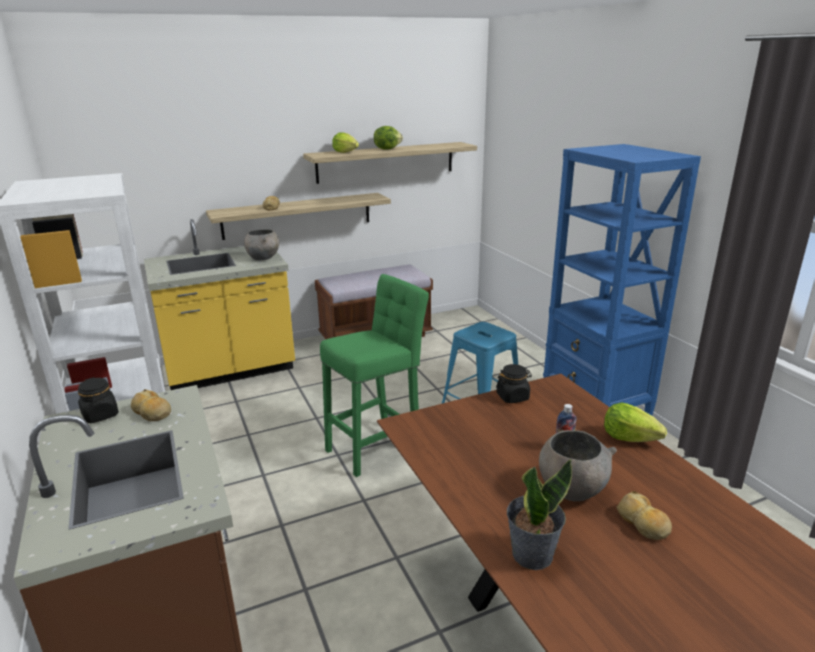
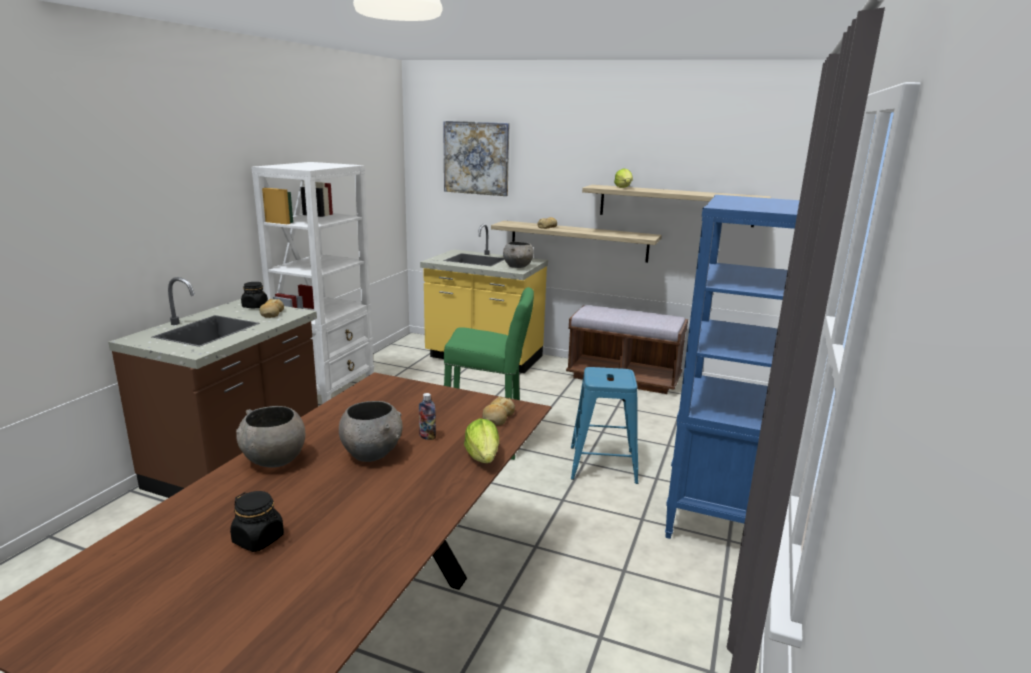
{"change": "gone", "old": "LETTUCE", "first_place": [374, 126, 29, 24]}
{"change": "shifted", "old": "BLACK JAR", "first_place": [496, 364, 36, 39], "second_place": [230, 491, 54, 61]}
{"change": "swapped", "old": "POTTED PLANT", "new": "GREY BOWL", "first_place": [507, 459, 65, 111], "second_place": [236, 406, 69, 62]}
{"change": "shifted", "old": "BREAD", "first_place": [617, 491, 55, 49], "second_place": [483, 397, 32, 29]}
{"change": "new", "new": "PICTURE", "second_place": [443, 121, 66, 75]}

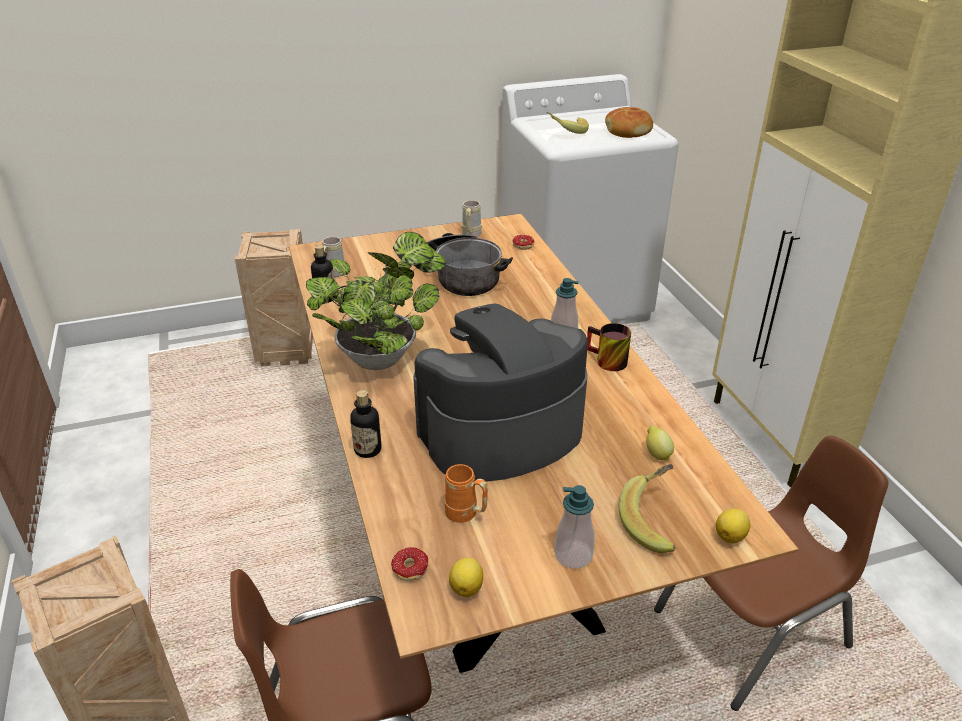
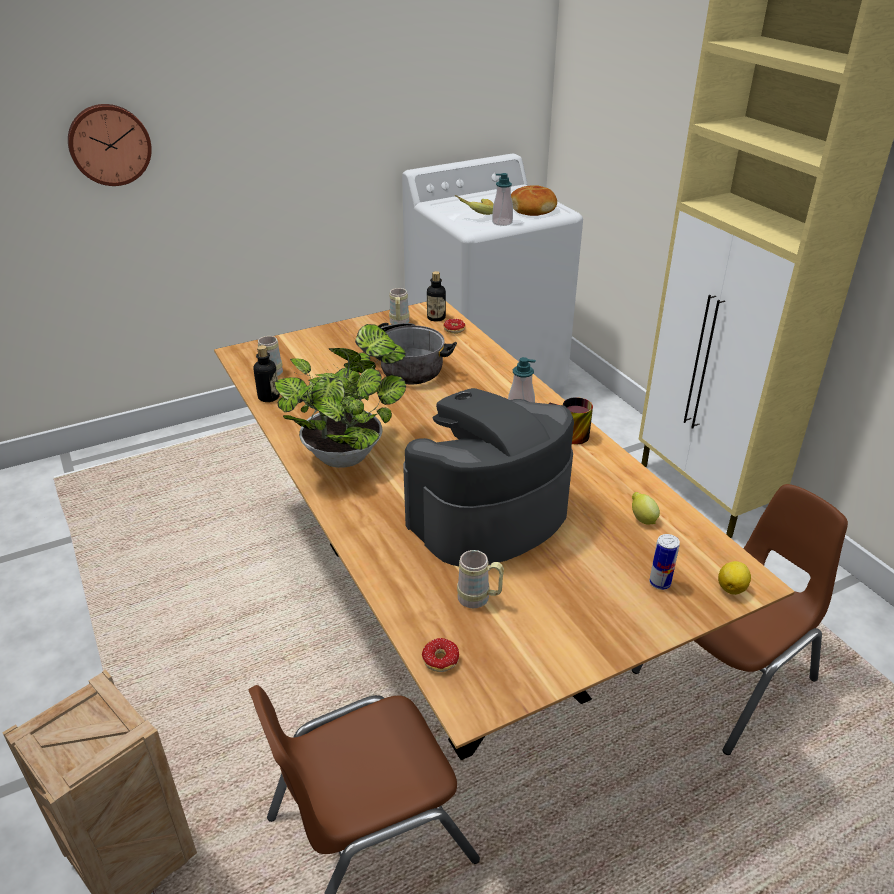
{"change": "gone", "old": "CRATE", "first_place": [235, 229, 78, 138]}
{"change": "shifted", "old": "BOTTLE", "first_place": [350, 390, 31, 68], "second_place": [427, 271, 19, 51]}
{"change": "repainted", "old": "ORANGE MUG", "new": "BEIGE MUG", "first_place": [444, 464, 44, 59], "second_place": [457, 550, 47, 58]}
{"change": "swapped", "old": "BANANA", "new": "CAN", "first_place": [619, 464, 57, 89], "second_place": [649, 534, 31, 56]}
{"change": "shifted", "old": "SOAP DISPENSER", "first_place": [554, 485, 41, 84], "second_place": [492, 173, 21, 53]}
{"change": "gone", "old": "LEMON", "first_place": [449, 558, 34, 39]}
{"change": "new", "new": "WALL CLOCK", "second_place": [68, 104, 84, 82]}

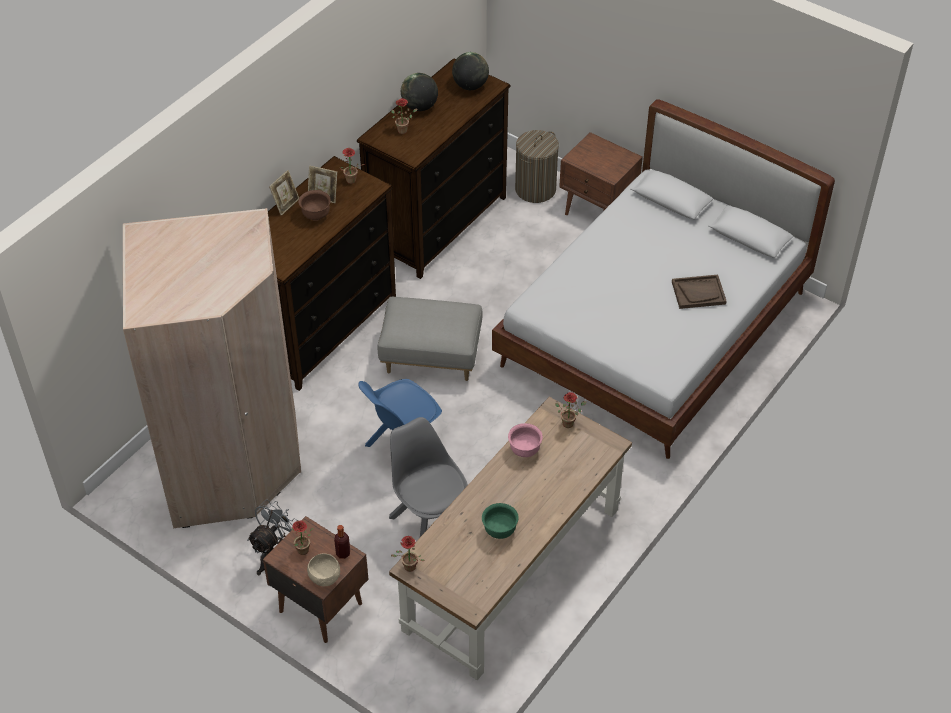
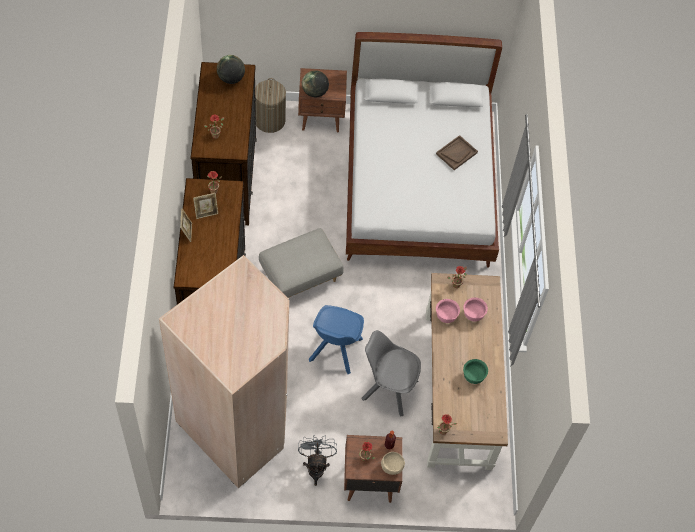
{"change": "shifted", "old": "GLOBE", "first_place": [401, 73, 37, 38], "second_place": [302, 70, 27, 27]}
{"change": "gone", "old": "BROWN BOWL", "first_place": [298, 190, 33, 31]}
{"change": "new", "new": "PINK BOWL", "second_place": [463, 297, 25, 24]}

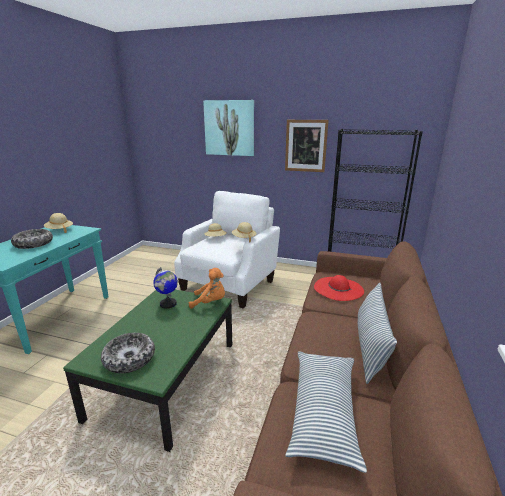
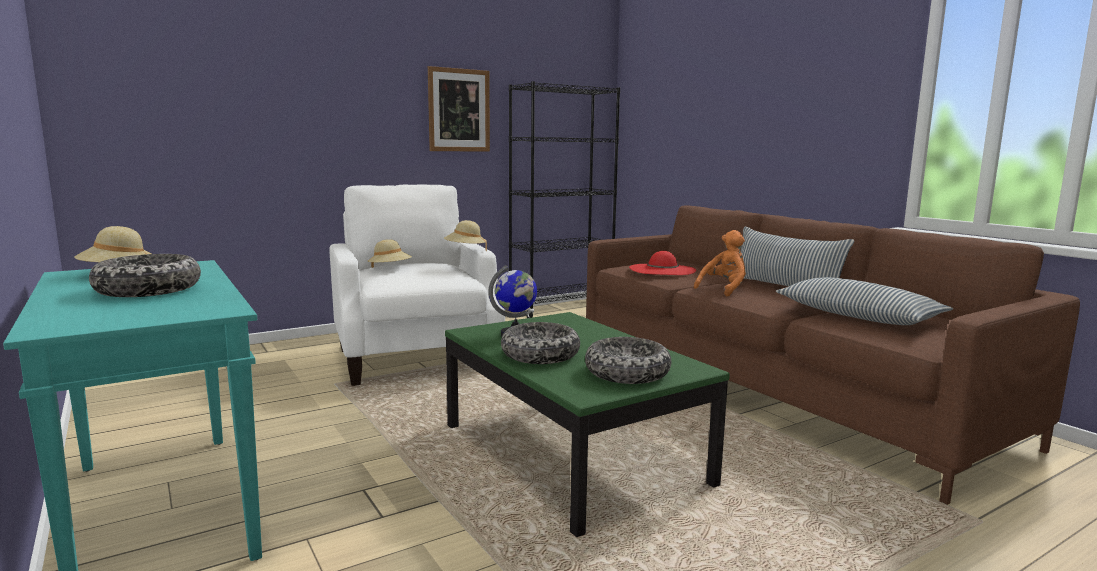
{"change": "gone", "old": "PICTURE", "first_place": [203, 100, 51, 56]}
{"change": "shifted", "old": "ORANGE PLUSH TOY", "first_place": [189, 268, 36, 41], "second_place": [694, 230, 52, 66]}
{"change": "new", "new": "BOWL", "second_place": [501, 322, 79, 42]}

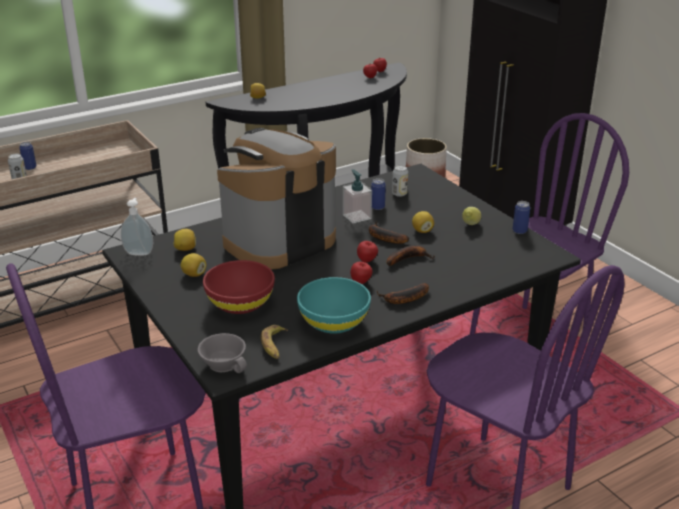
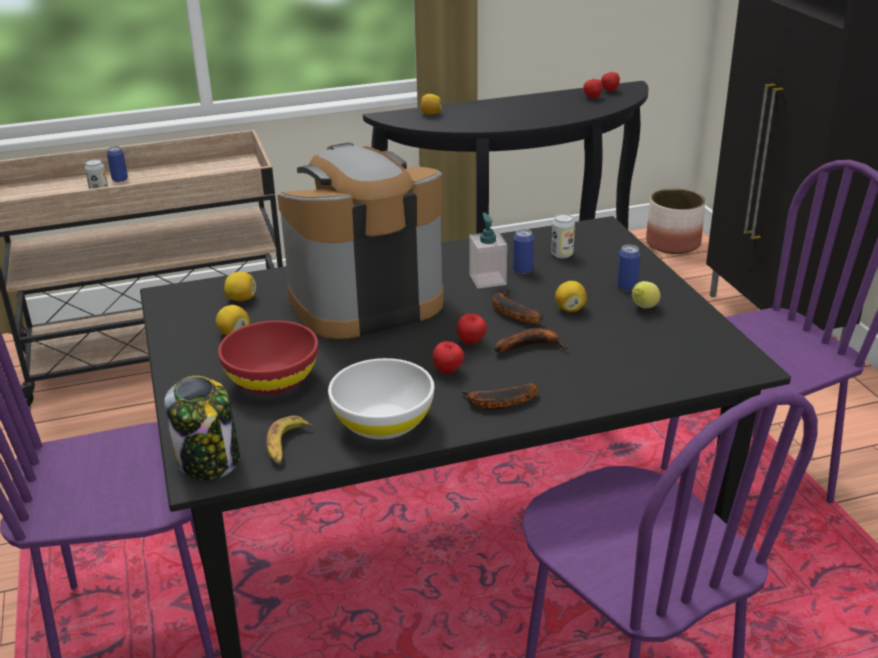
{"change": "gone", "old": "SOAP DISPENSER", "first_place": [121, 198, 32, 58]}
{"change": "shifted", "old": "CAN", "first_place": [513, 201, 17, 33], "second_place": [617, 245, 23, 46]}
{"change": "repainted", "old": "TURQUOISE BOWL", "new": "WHITE BOWL", "first_place": [297, 277, 74, 57], "second_place": [328, 358, 106, 81]}
{"change": "swapped", "old": "GREY CUP", "new": "JAR", "first_place": [198, 333, 49, 40], "second_place": [164, 376, 76, 104]}

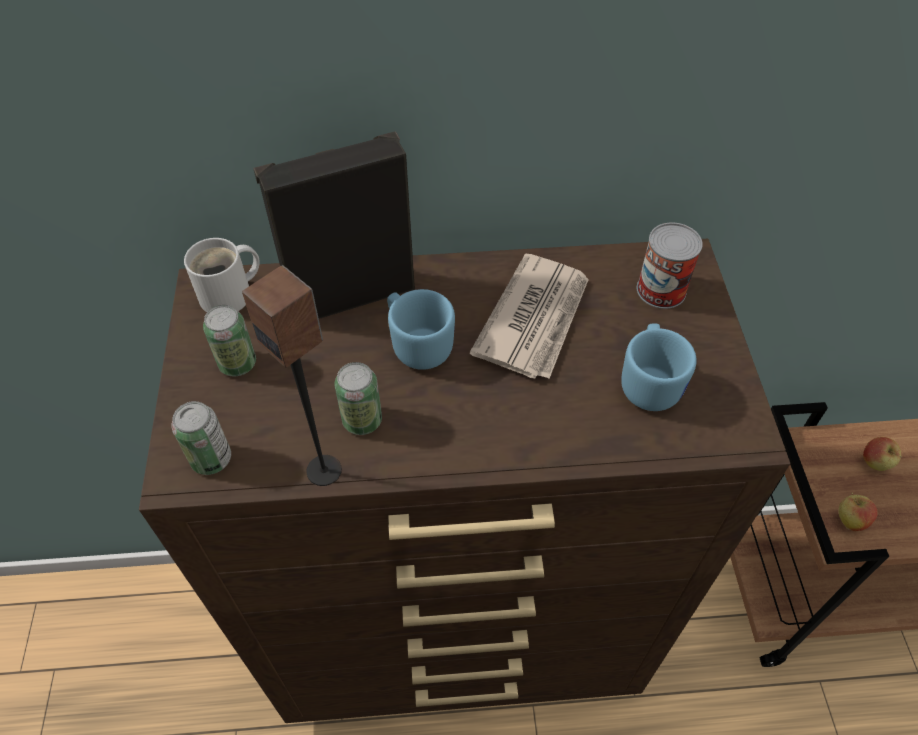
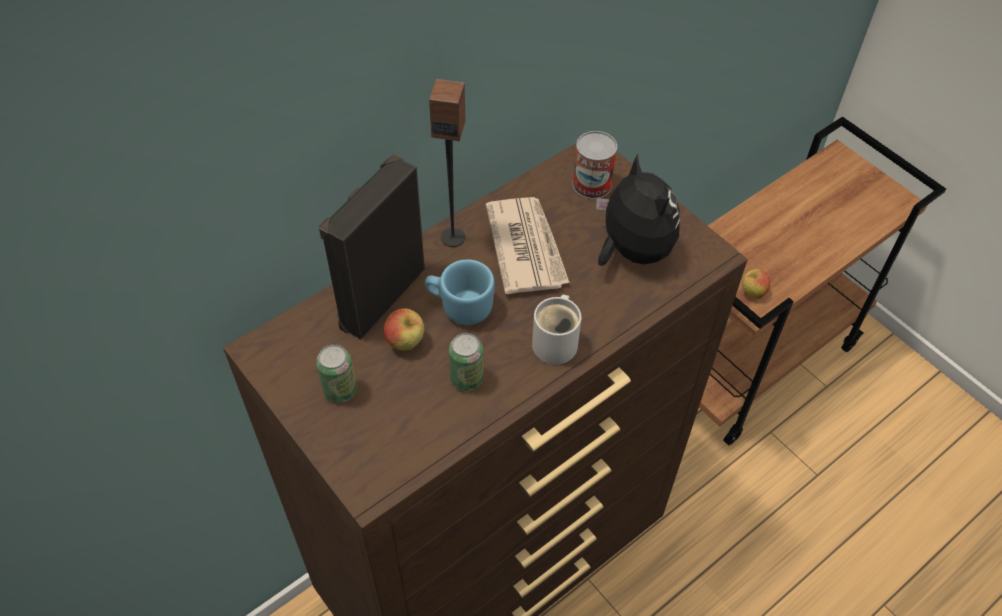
{"change": "shifted", "old": "WHITE MUG", "first_place": [184, 238, 76, 74], "second_place": [532, 295, 49, 70]}
{"change": "shifted", "old": "SPEAKER", "first_place": [242, 265, 100, 221], "second_place": [429, 79, 36, 168]}
{"change": "swapped", "old": "BLUE MUG", "new": "PLUSH TOY", "first_place": [621, 323, 76, 88], "second_place": [596, 154, 84, 112]}
{"change": "gone", "old": "CAN", "first_place": [172, 401, 59, 74]}
{"change": "shifted", "old": "APPLE", "first_place": [863, 437, 39, 34], "second_place": [384, 308, 40, 43]}

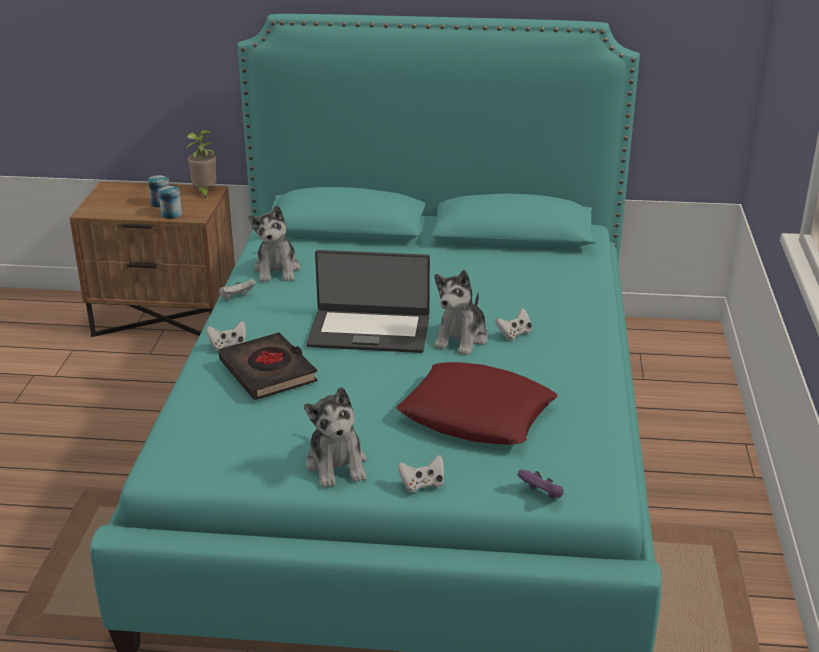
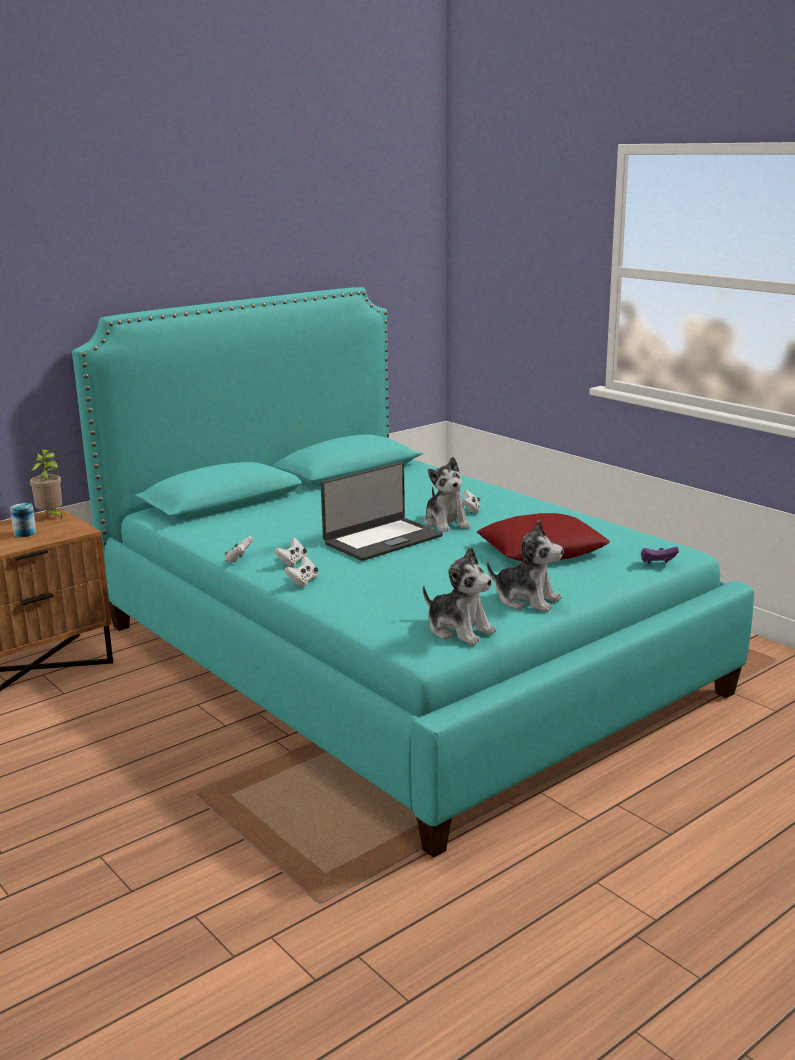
{"change": "gone", "old": "CAN", "first_place": [158, 185, 24, 34]}
{"change": "shifted", "old": "PLUSH TOY", "first_place": [249, 205, 52, 77], "second_place": [423, 547, 73, 98]}
{"change": "gone", "old": "BLACK BOOK", "first_place": [219, 332, 99, 68]}
{"change": "shifted", "old": "WHITE GAME CONTROLLER", "first_place": [398, 455, 46, 38], "second_place": [274, 538, 33, 29]}

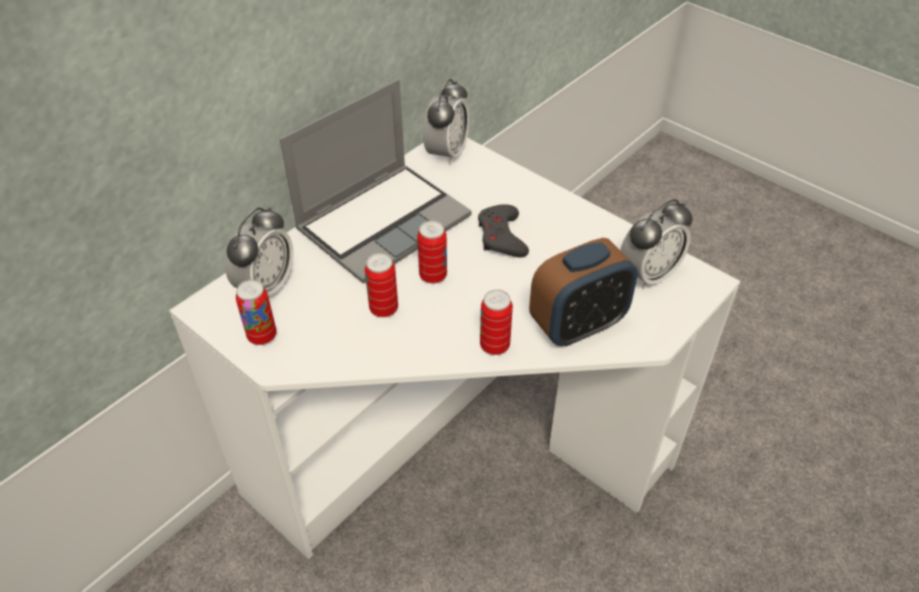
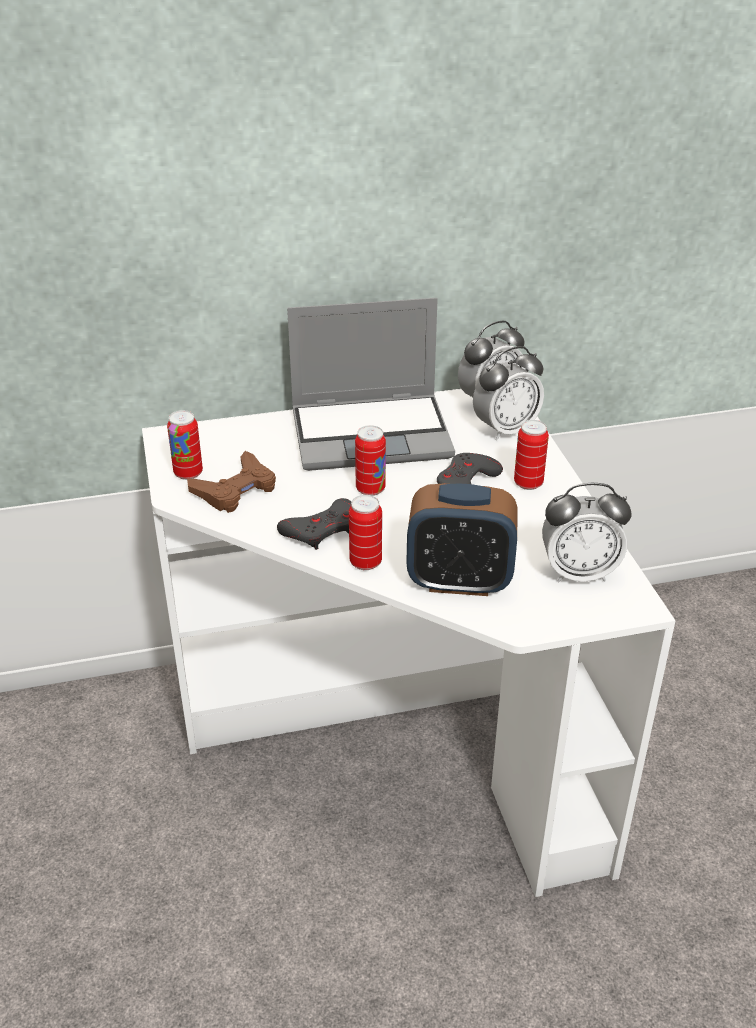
{"change": "shifted", "old": "ALARM CLOCK", "first_place": [225, 207, 68, 89], "second_place": [473, 346, 71, 94]}
{"change": "shifted", "old": "CAN", "first_place": [365, 253, 33, 64], "second_place": [514, 420, 35, 70]}
{"change": "new", "new": "BROWN GAME CONTROLLER", "second_place": [187, 451, 89, 62]}
{"change": "new", "new": "GREY GAME CONTROLLER", "second_place": [277, 498, 74, 52]}

